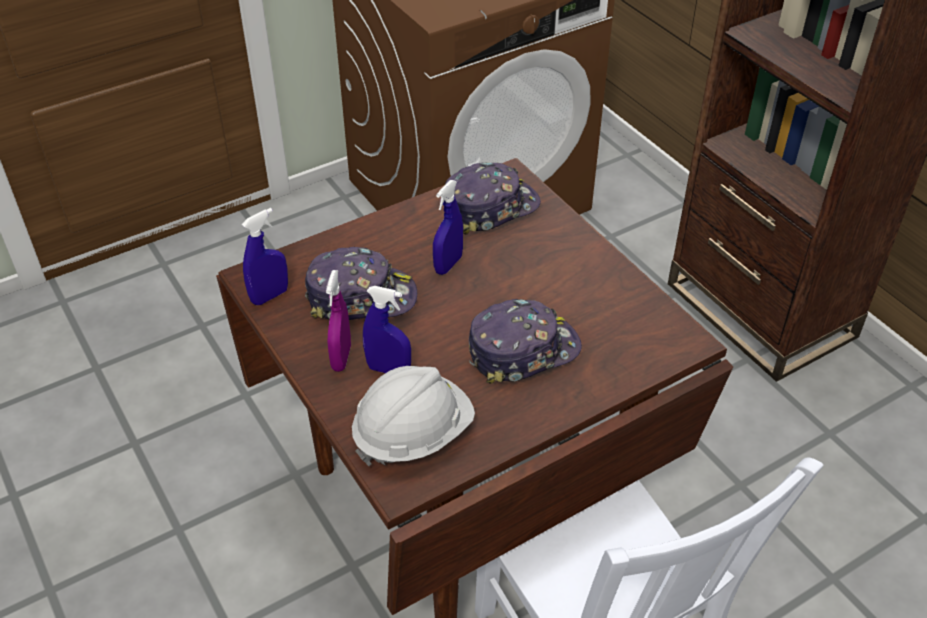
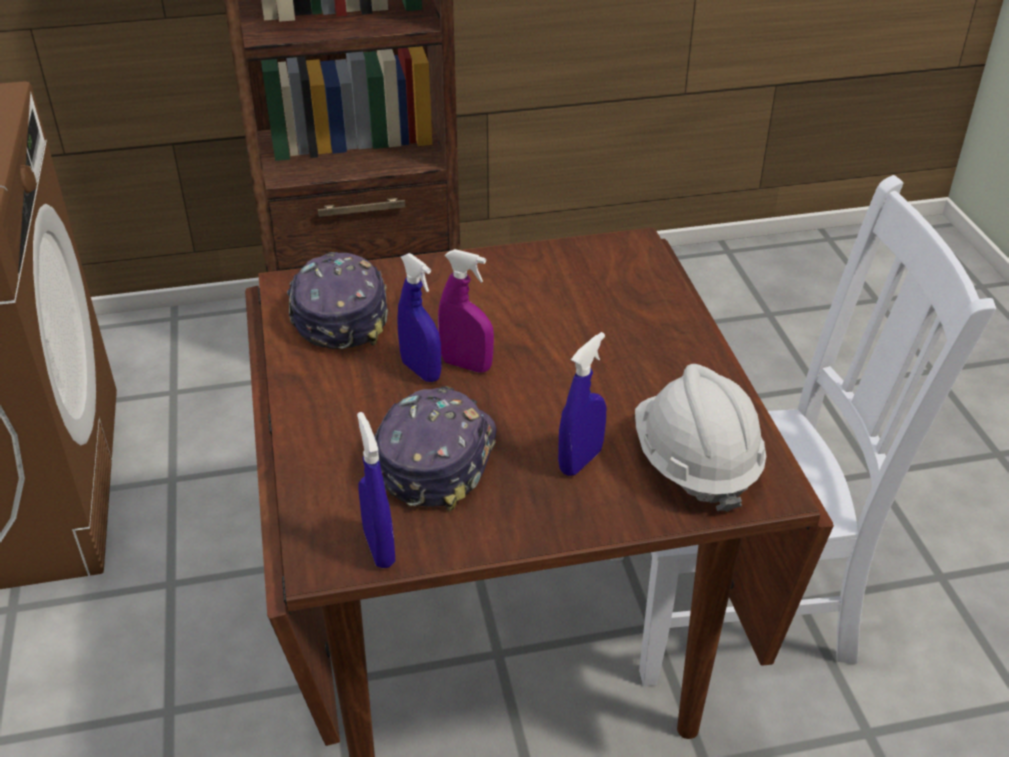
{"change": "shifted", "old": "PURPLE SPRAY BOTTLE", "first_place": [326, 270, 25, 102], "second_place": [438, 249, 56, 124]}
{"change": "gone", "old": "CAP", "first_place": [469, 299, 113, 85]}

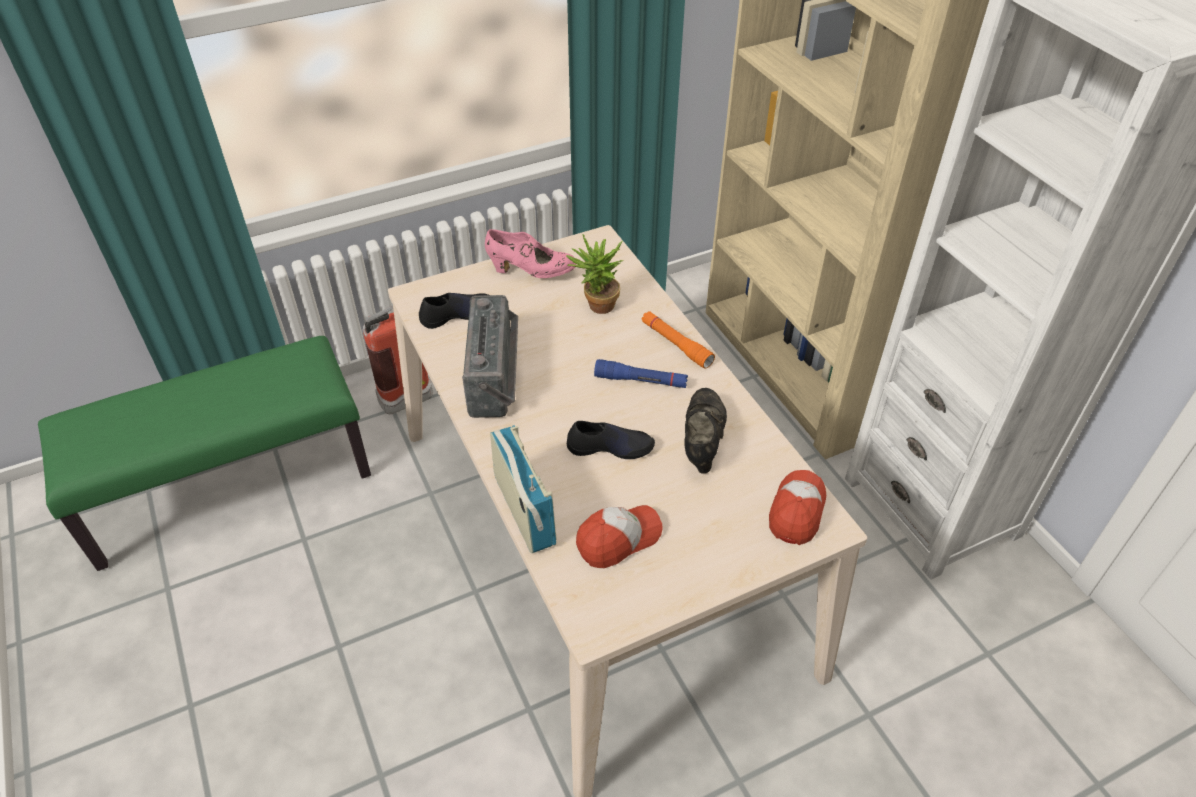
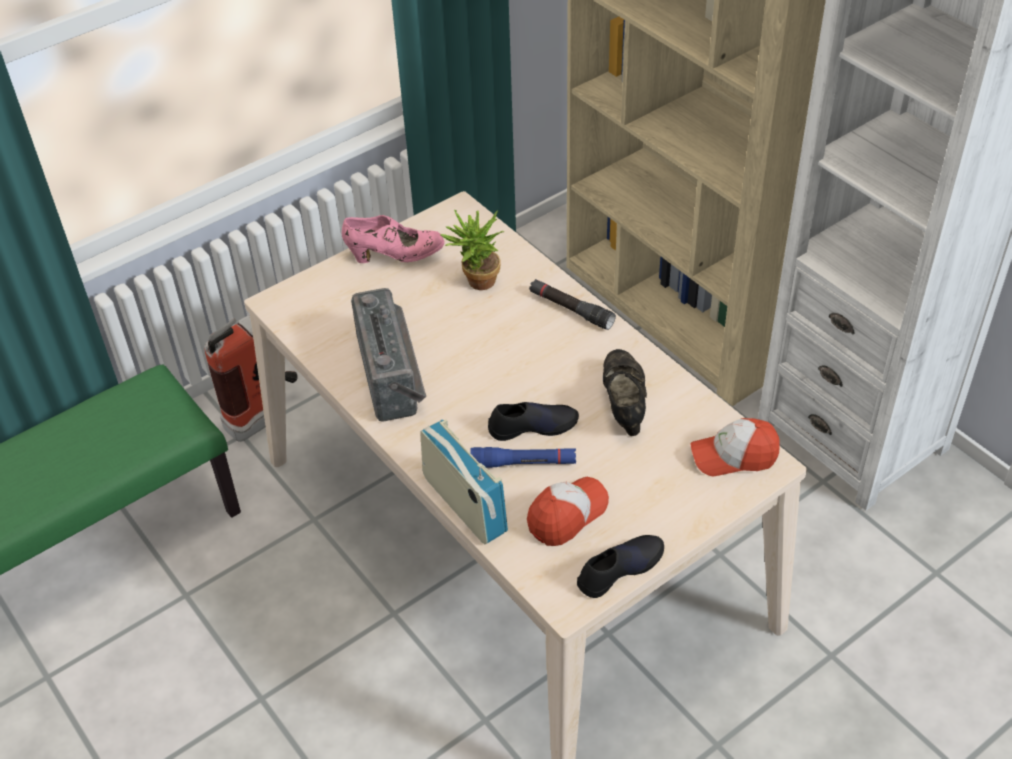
{"change": "shifted", "old": "BLACK SHOE", "first_place": [419, 293, 69, 36], "second_place": [577, 535, 87, 63]}
{"change": "repainted", "old": "ORANGE FLASHLIGHT", "new": "BLACK FLASHLIGHT", "first_place": [642, 311, 73, 58], "second_place": [529, 279, 87, 51]}
{"change": "shifted", "old": "BLUE FLASHLIGHT", "first_place": [594, 359, 94, 29], "second_place": [470, 447, 106, 21]}
{"change": "rotated", "old": "CAP", "first_place": [769, 470, 57, 75], "second_place": [690, 418, 90, 58], "degrees": -105}

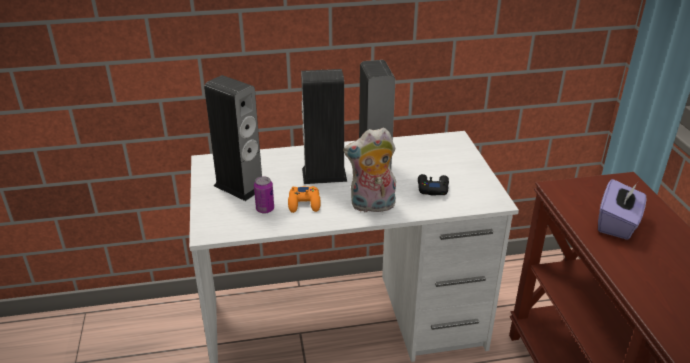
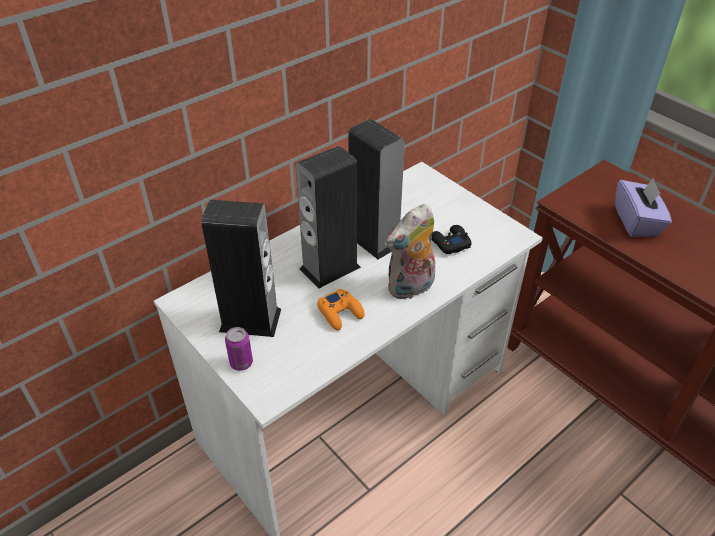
{"change": "shifted", "old": "CAN", "first_place": [254, 176, 20, 38], "second_place": [225, 327, 28, 44]}

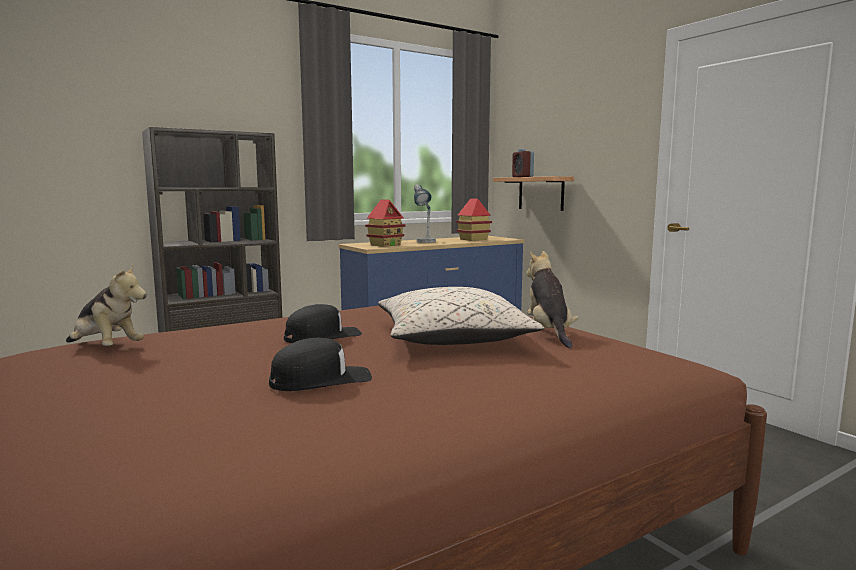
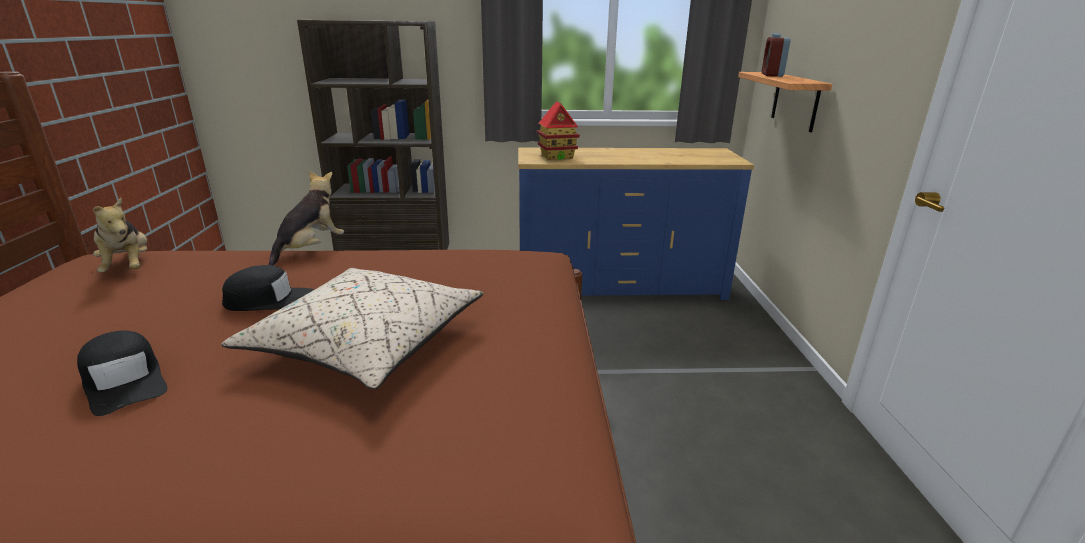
{"change": "gone", "old": "TABLE LAMP", "first_place": [414, 184, 22, 59]}
{"change": "gone", "old": "TOY HOUSE", "first_place": [456, 198, 36, 43]}
{"change": "shifted", "old": "PLUSH TOY", "first_place": [526, 250, 53, 98], "second_place": [269, 171, 75, 94]}
{"change": "rotated", "old": "BLACK CAP", "first_place": [269, 338, 103, 53], "second_place": [77, 331, 90, 85], "degrees": 45}

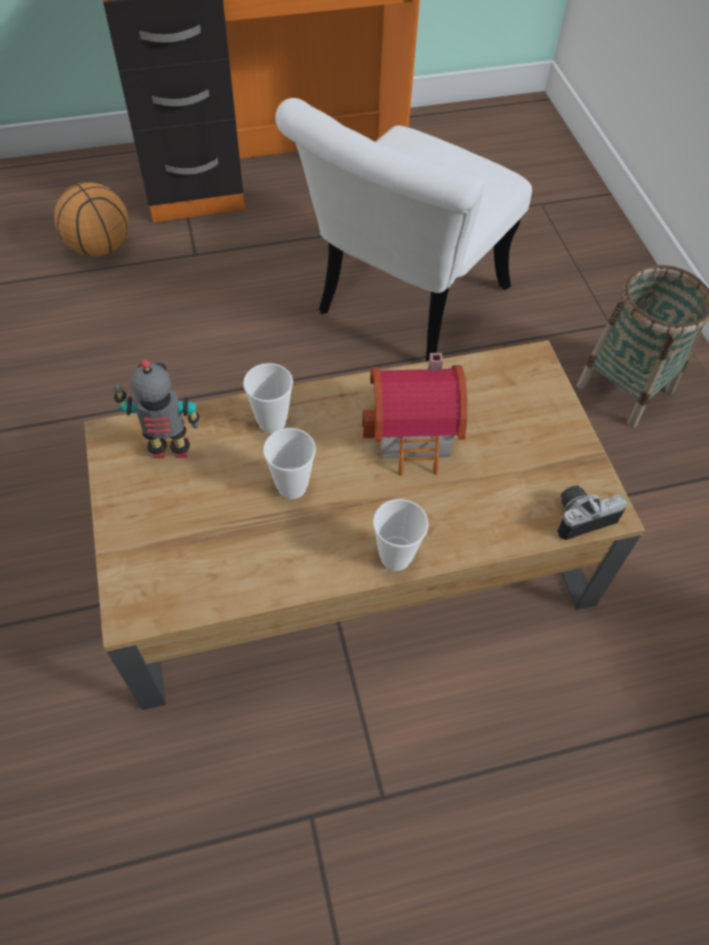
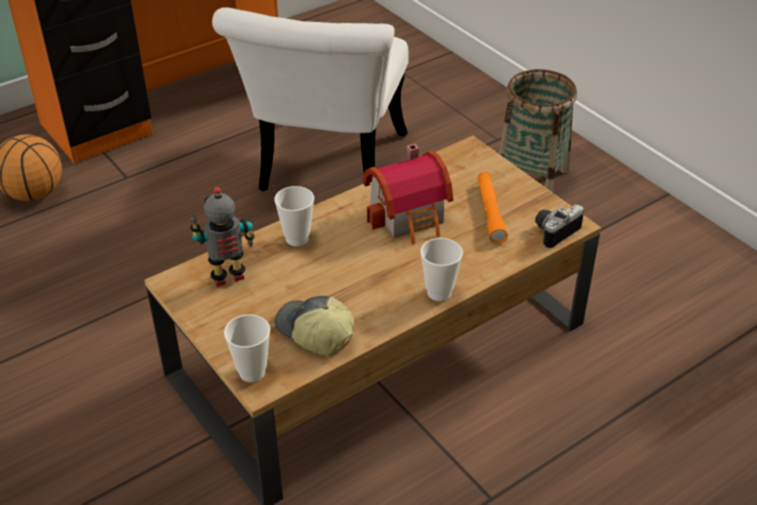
{"change": "shifted", "old": "CUP", "first_place": [263, 428, 53, 71], "second_place": [224, 315, 46, 67]}
{"change": "new", "new": "ORANGE FLASHLIGHT", "second_place": [478, 172, 30, 71]}
{"change": "new", "new": "CAP", "second_place": [274, 296, 80, 60]}

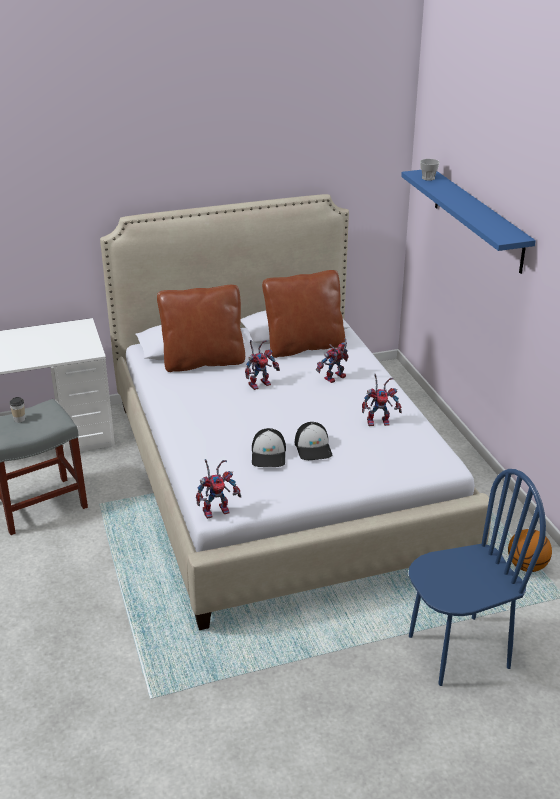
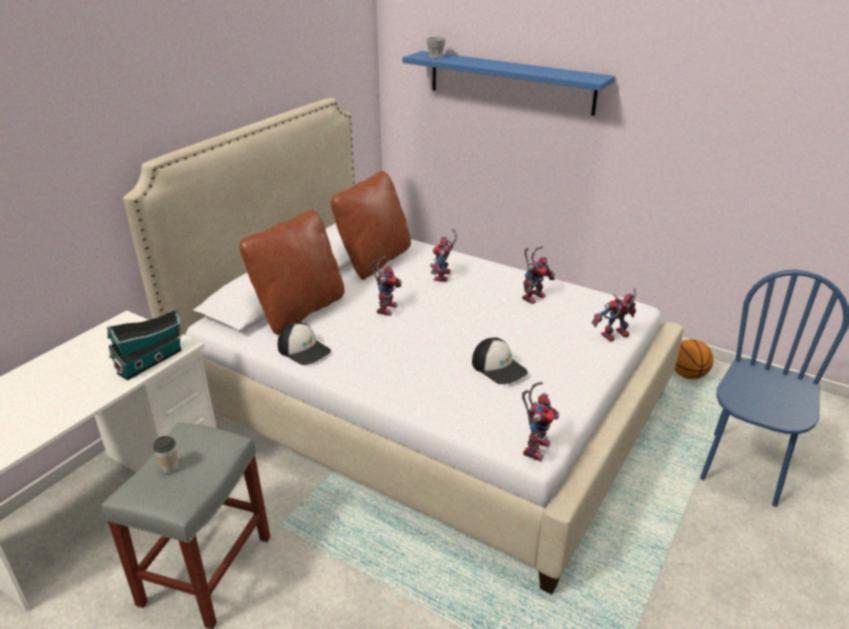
{"change": "shifted", "old": "CAP", "first_place": [295, 422, 37, 38], "second_place": [278, 322, 53, 43]}
{"change": "new", "new": "TOY ROBOT", "second_place": [592, 288, 44, 53]}
{"change": "new", "new": "TOY HOUSE", "second_place": [107, 309, 75, 71]}

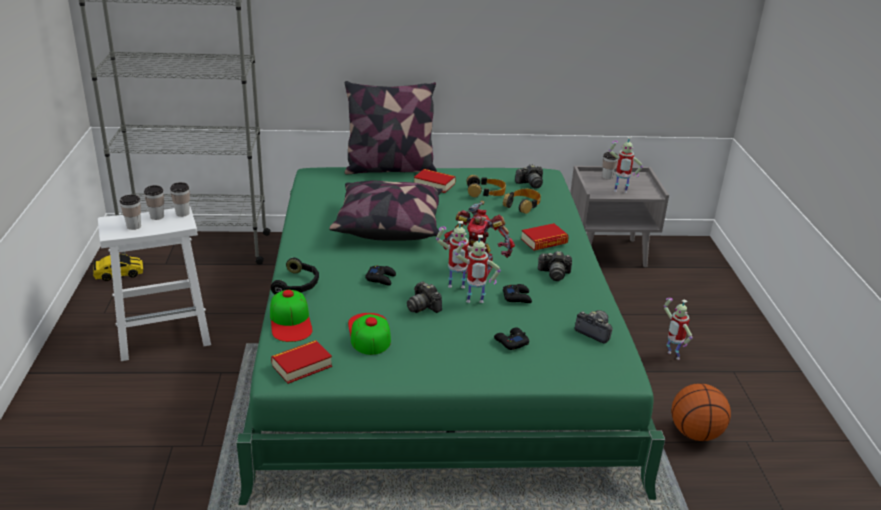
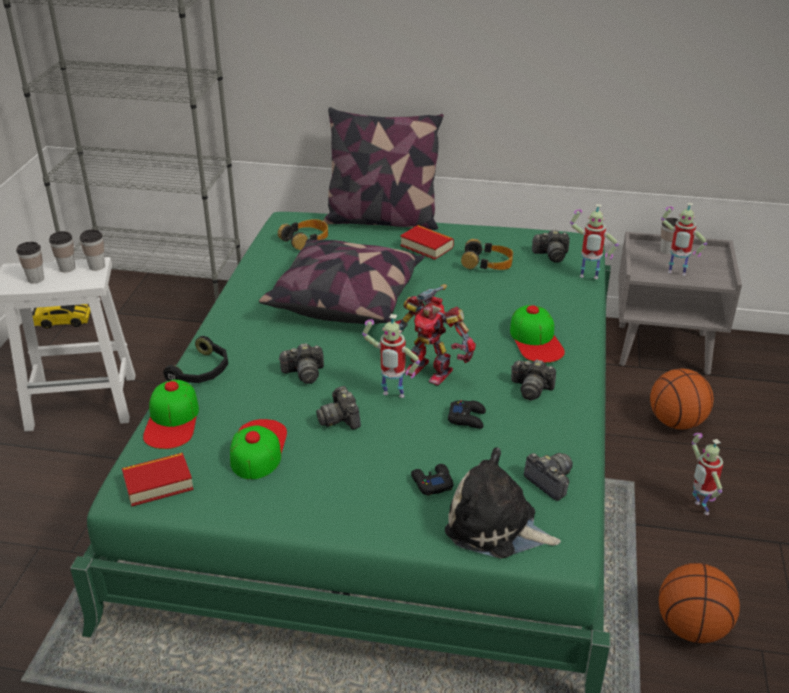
{"change": "shifted", "old": "HEADPHONES", "first_place": [503, 189, 38, 25], "second_place": [278, 219, 50, 31]}
{"change": "swapped", "old": "BOOK", "new": "CAP", "first_place": [521, 223, 48, 28], "second_place": [510, 305, 55, 58]}
{"change": "shifted", "old": "TOY ROBOT", "first_place": [455, 235, 46, 68], "second_place": [570, 204, 49, 75]}
{"change": "swapped", "old": "BLACK GAME CONTROLLER", "new": "PHOTO CAMERA", "first_place": [365, 266, 31, 20], "second_place": [279, 343, 45, 41]}
{"change": "new", "new": "BASKETBALL", "second_place": [650, 368, 64, 61]}
{"change": "new", "new": "PLUSH TOY", "second_place": [445, 447, 116, 111]}

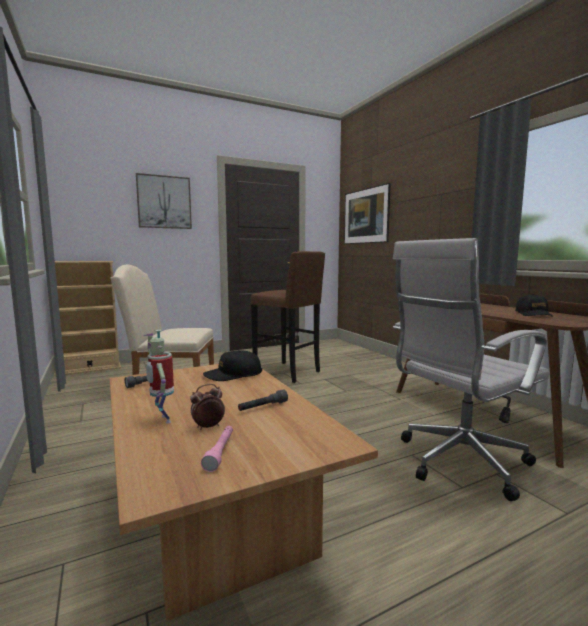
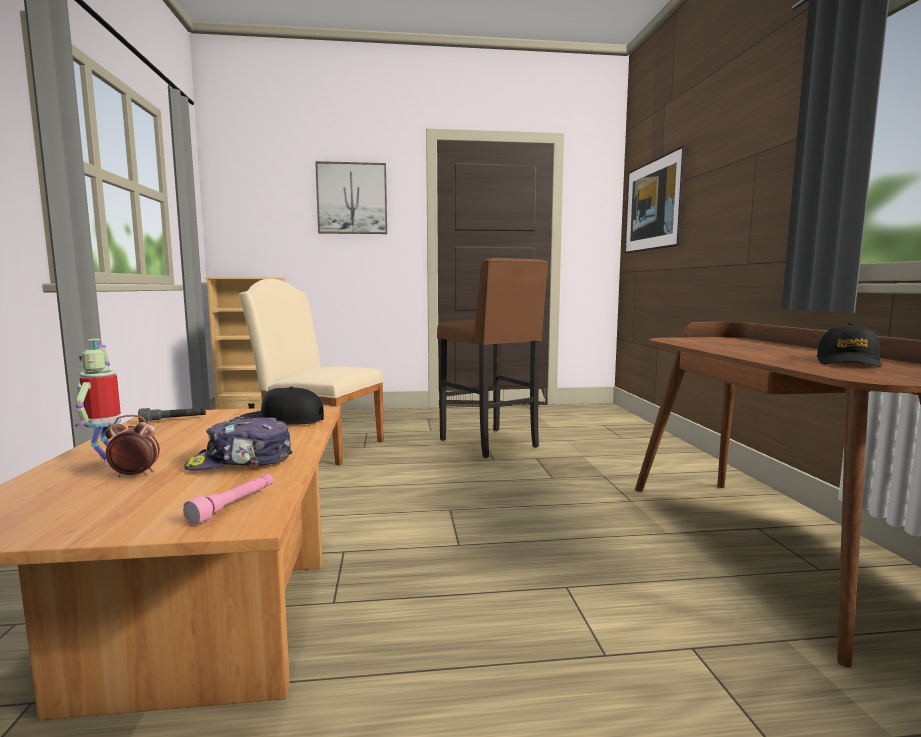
{"change": "gone", "old": "WHITE OFFICE CHAIR", "first_place": [393, 238, 157, 263]}
{"change": "swapped", "old": "GREY FLASHLIGHT", "new": "CAP", "first_place": [238, 389, 50, 22], "second_place": [184, 416, 109, 55]}
{"change": "shifted", "old": "PINK FLASHLIGHT", "first_place": [201, 426, 32, 46], "second_place": [183, 474, 90, 51]}

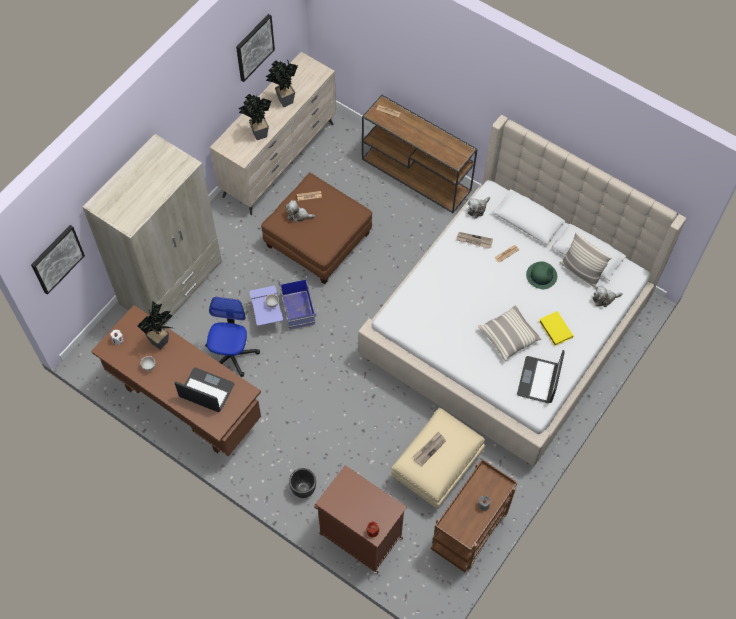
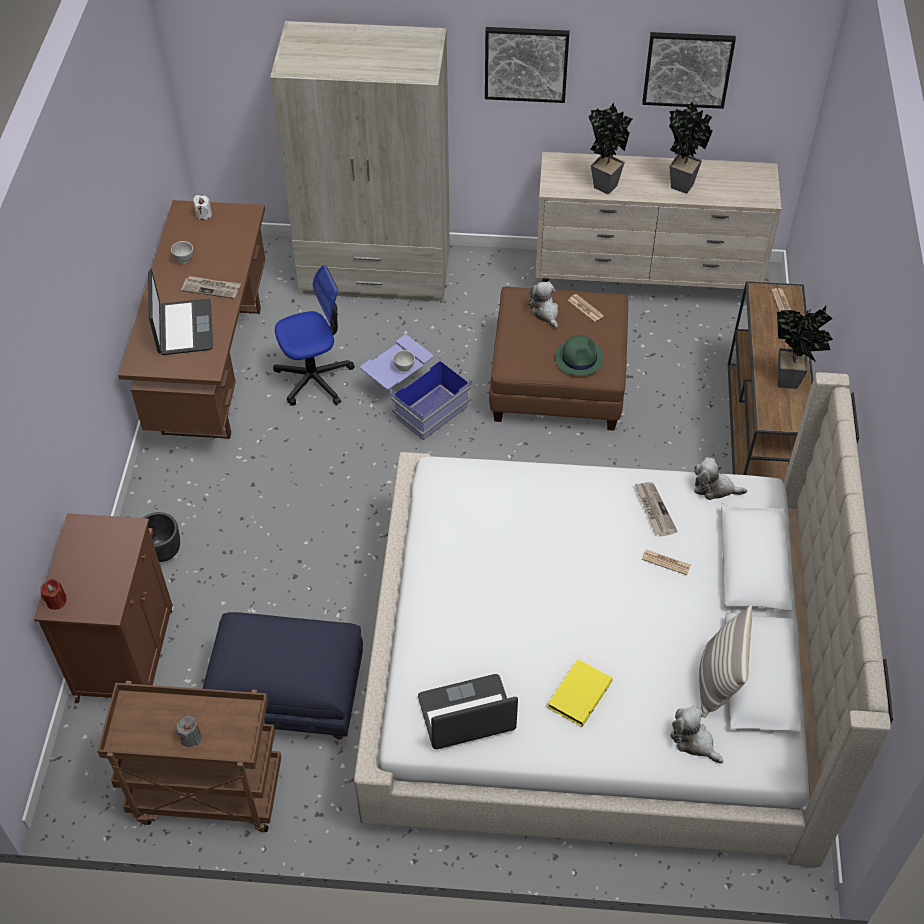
{"change": "shifted", "old": "PICTURE", "first_place": [31, 225, 54, 70], "second_place": [485, 27, 85, 76]}
{"change": "shifted", "old": "GREEN HAT", "first_place": [526, 261, 31, 28], "second_place": [555, 335, 49, 41]}
{"change": "shifted", "old": "POTTED PLANT", "first_place": [138, 300, 34, 50], "second_place": [777, 306, 56, 83]}
{"change": "gone", "old": "PILLOW", "first_place": [478, 305, 64, 56]}
{"change": "repainted", "old": "BEIGE OTTOMAN", "new": "BLUE OTTOMAN", "first_place": [391, 408, 94, 101], "second_place": [202, 612, 161, 128]}
{"change": "shifted", "old": "NEWSPAPER", "first_place": [413, 432, 33, 35], "second_place": [181, 276, 60, 23]}

